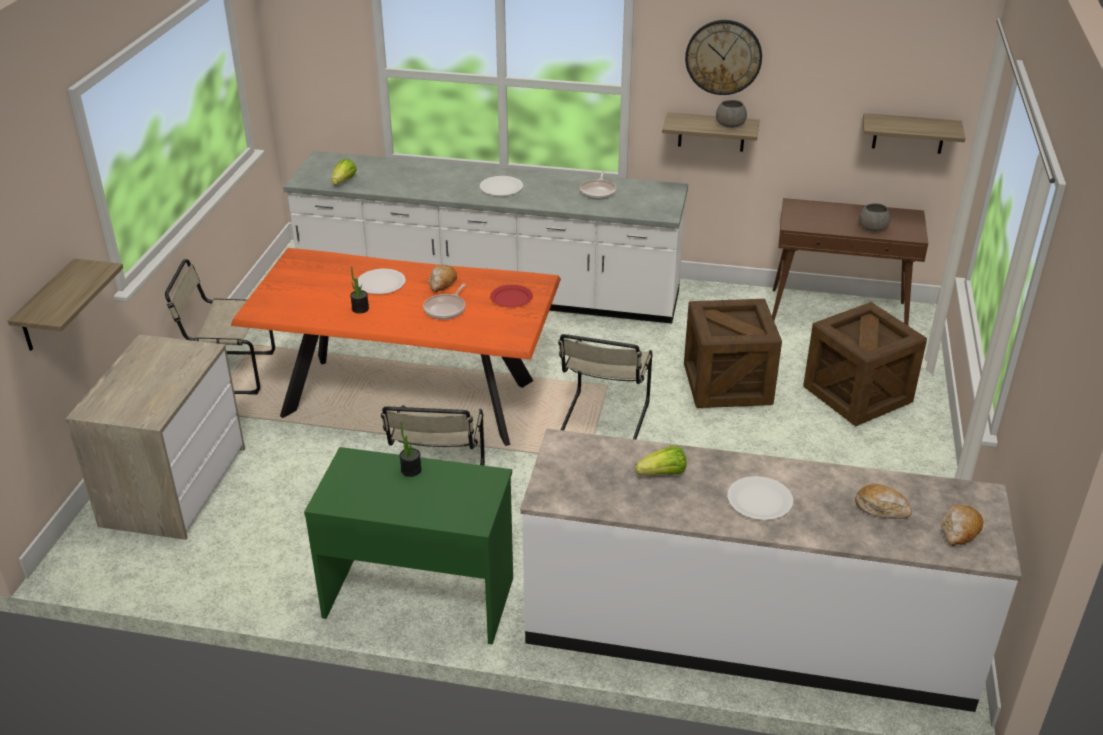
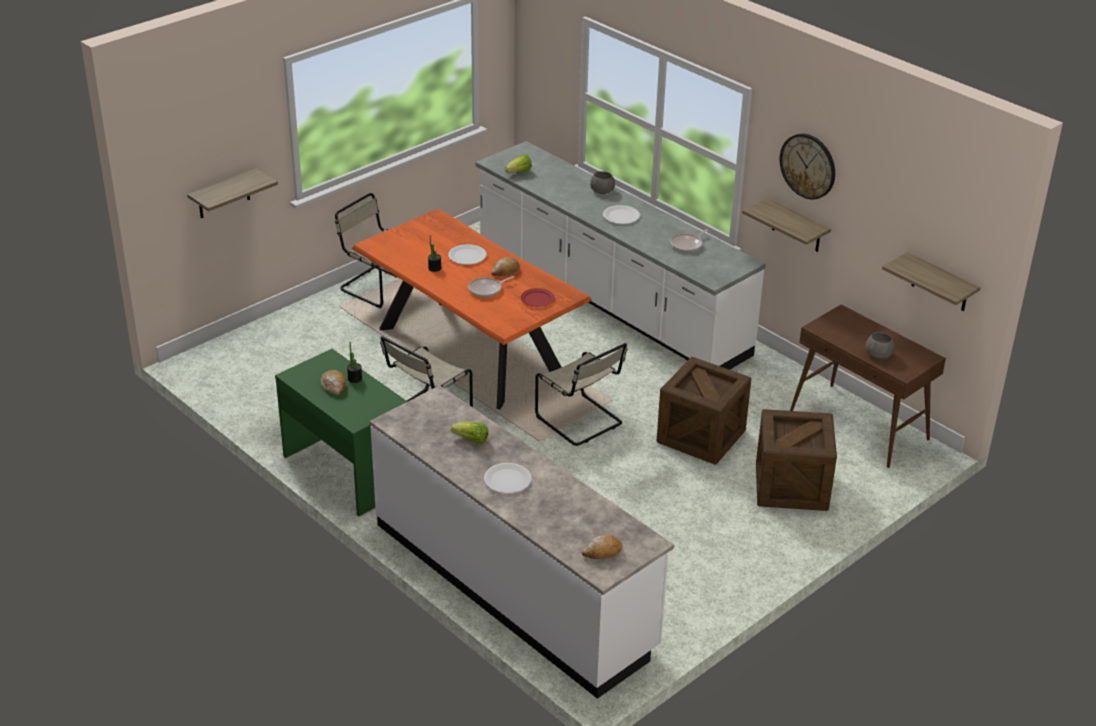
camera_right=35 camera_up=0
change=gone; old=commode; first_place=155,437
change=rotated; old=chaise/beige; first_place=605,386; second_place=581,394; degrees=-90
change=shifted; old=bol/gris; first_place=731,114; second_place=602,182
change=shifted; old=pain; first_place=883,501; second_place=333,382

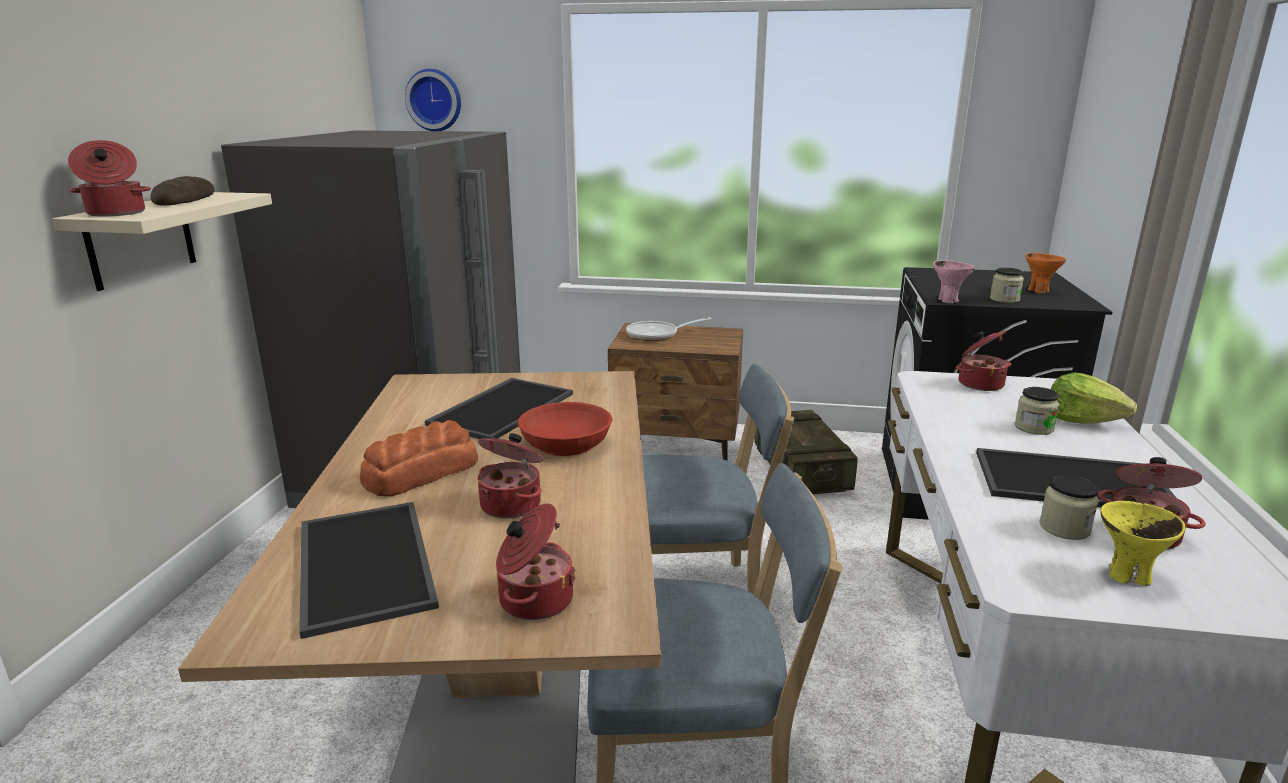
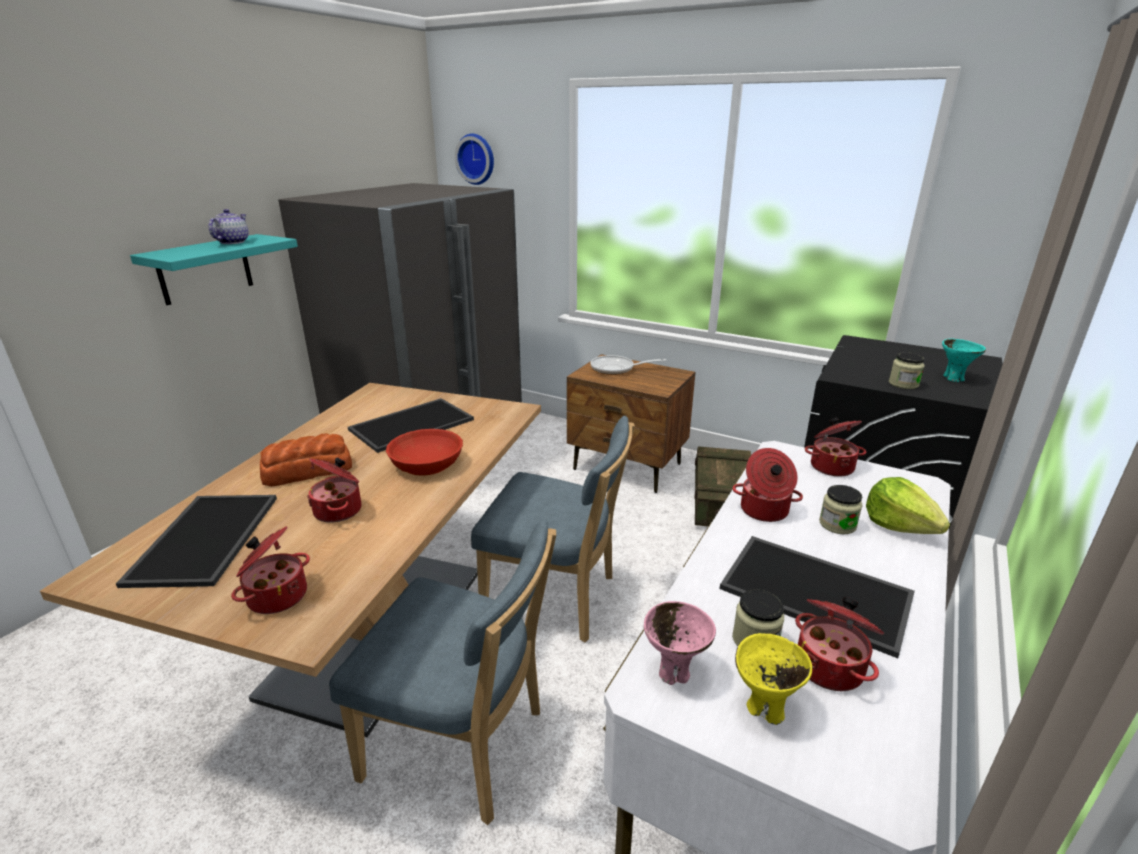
camera_right=20 camera_up=5
change=repainted; old=étagère/beige; new=étagère/turquoise; first_place=162,241; second_place=214,269
change=shifted; old=marmite; first_place=109,178; second_place=767,485
change=swapped; old=pain; new=théière; first_place=182,191; second_place=229,226
change=shifted; old=bol/rose; first_place=954,281; second_place=680,643
change=repainted; old=bol/orange; new=bol/turquoise; first_place=1045,273; second_place=964,360

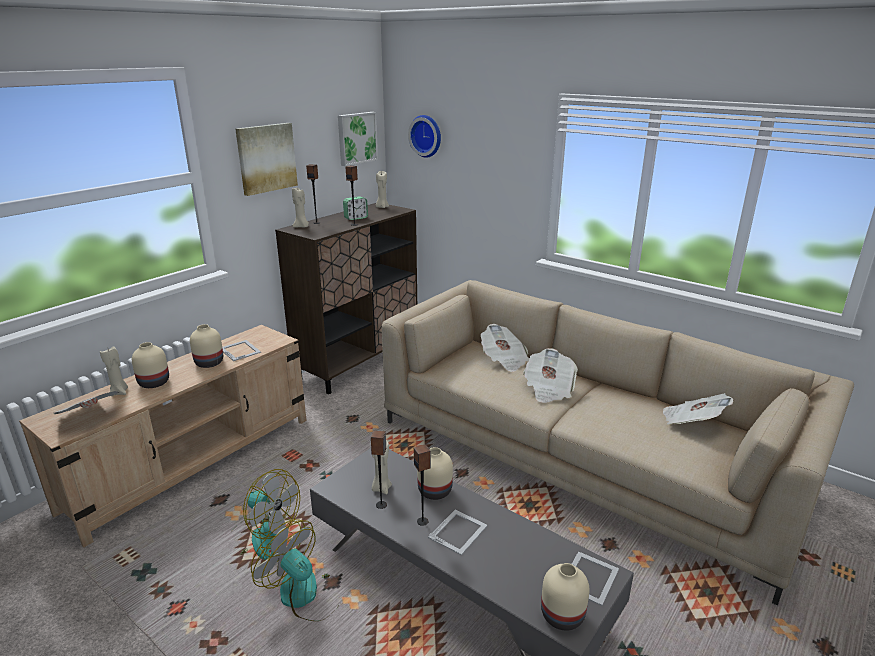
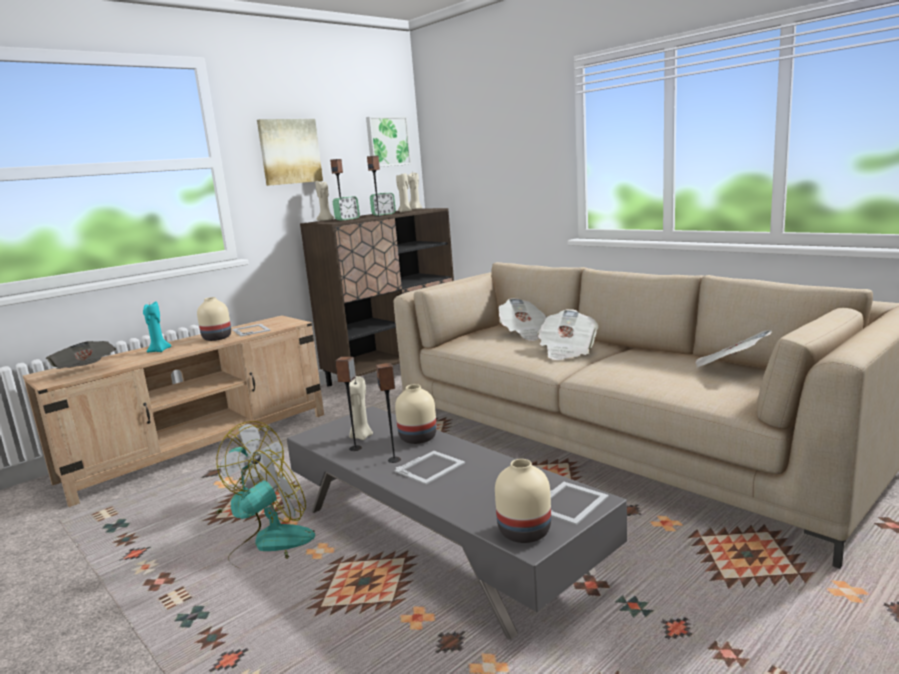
camera_right=10 camera_up=-10
change=shifted; old=bougie/beige; first_place=114,371; second_place=403,193
change=swapped; old=vase/beige; new=bougie/turquoise; first_place=150,365; second_place=157,327
change=rotated; old=ventilateur; first_place=295,570; second_place=271,510; degrees=90
change=gone; old=horloge murale; first_place=424,136
change=new; new=réveil; second_place=346,208

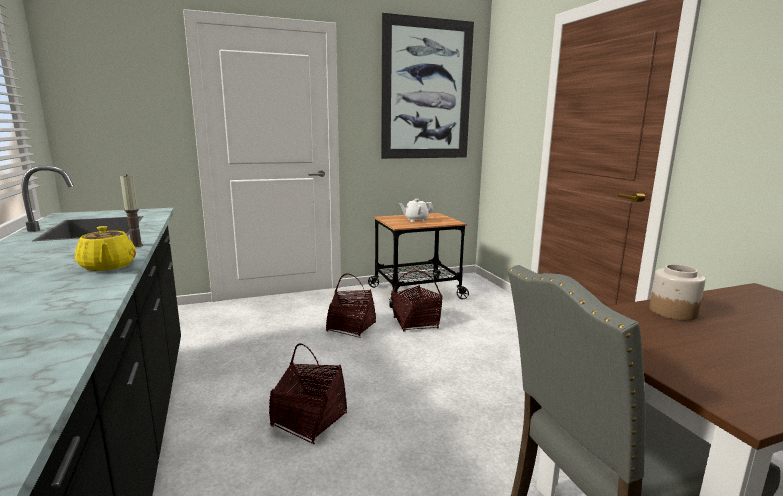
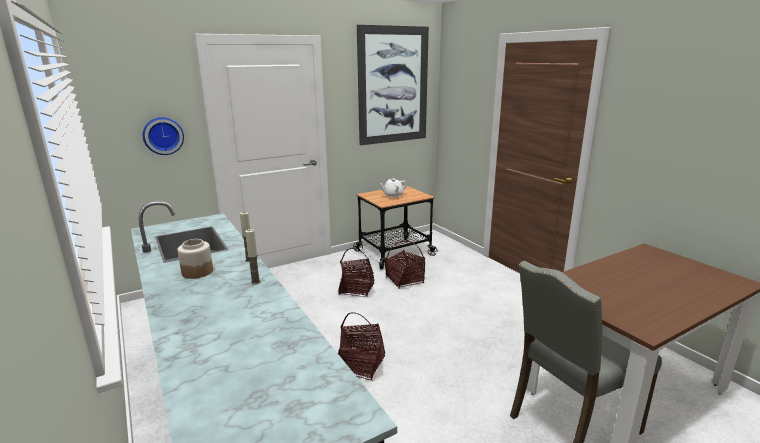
camera_right=-10 camera_up=5
change=swapped; old=théière/jaune; new=bougie; first_place=105,248; second_place=253,257
change=shifted; old=bocal; first_place=677,292; second_place=195,259
change=new; new=horloge murale; second_place=163,136

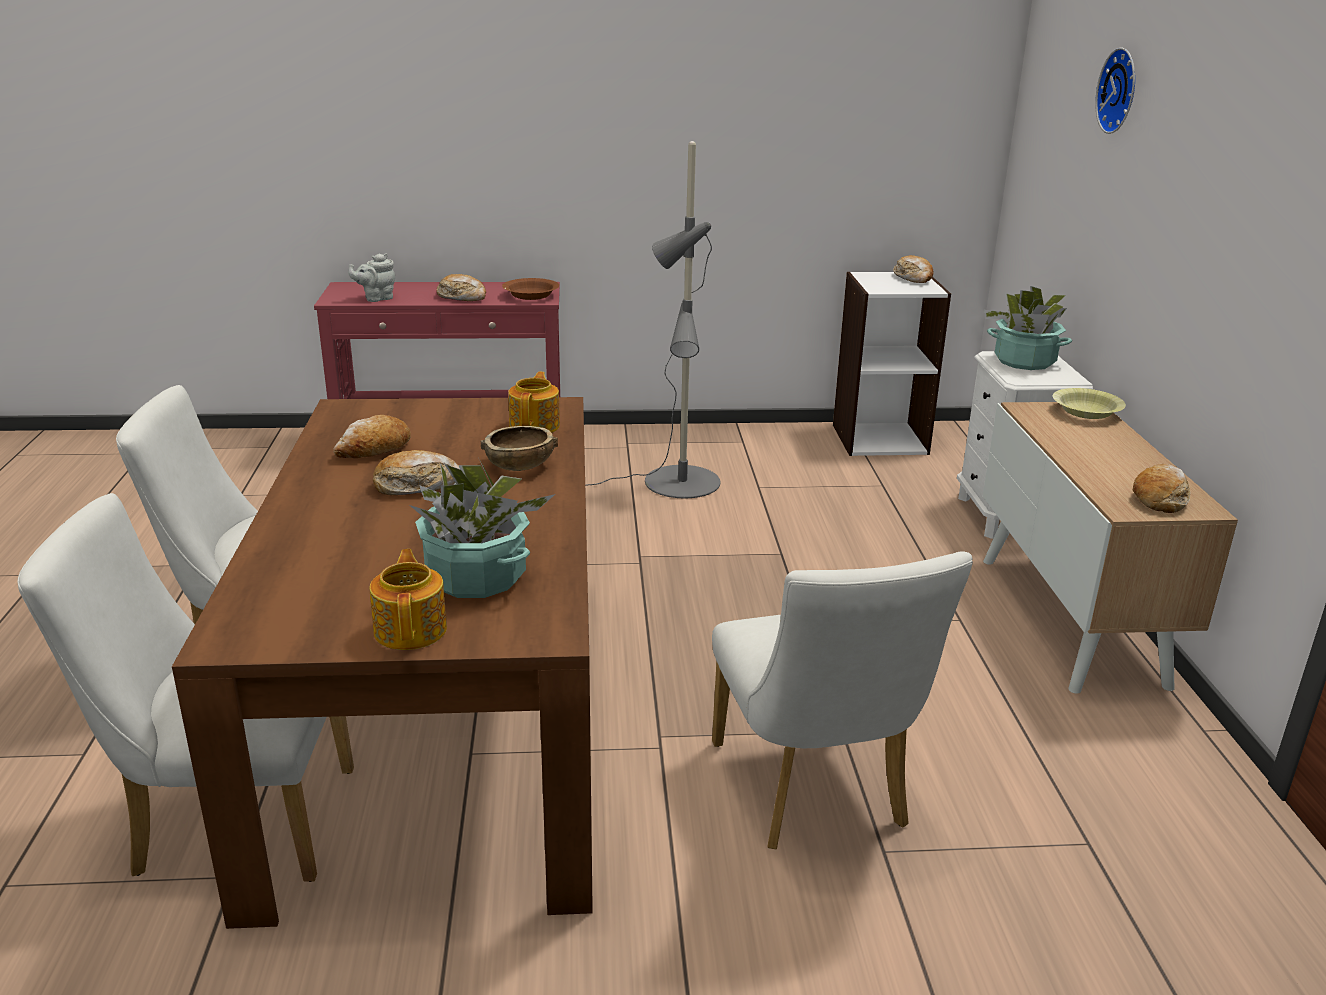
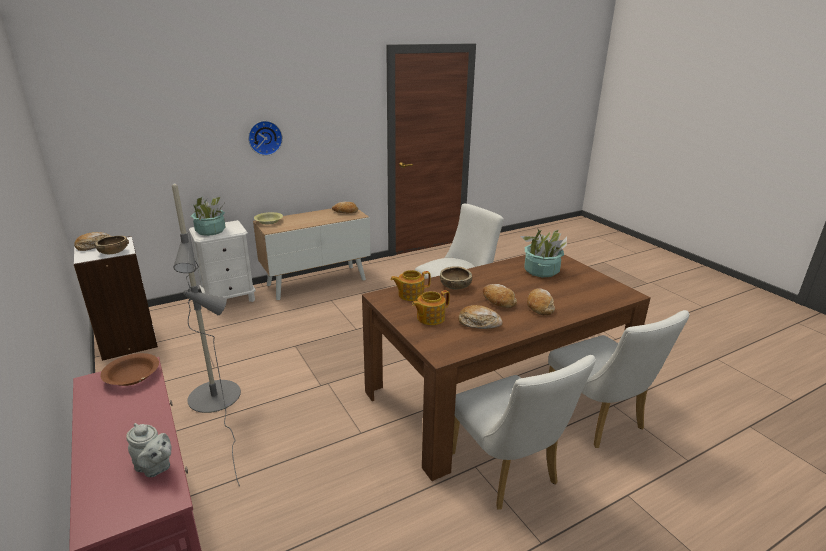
camera_right=-115 camera_up=0
change=shifted; old=théière; first_place=408,599; second_place=431,307
change=shifted; old=pain; first_place=461,287; second_place=541,301
change=shifted; old=horloge murale; first_place=1115,91; second_place=265,138
change=new; new=bol/marron; second_place=111,245

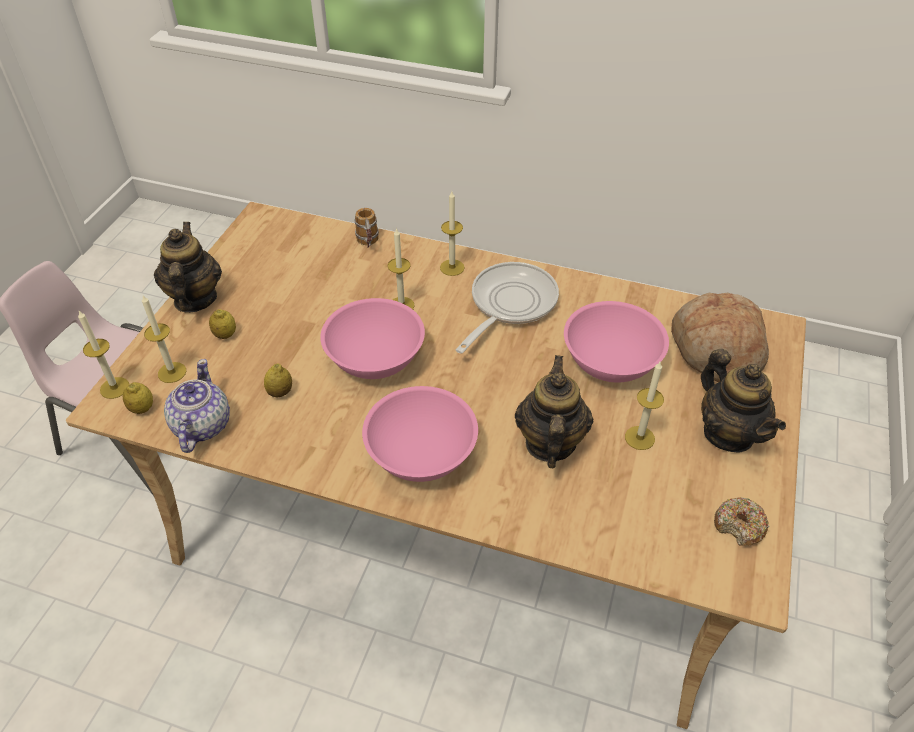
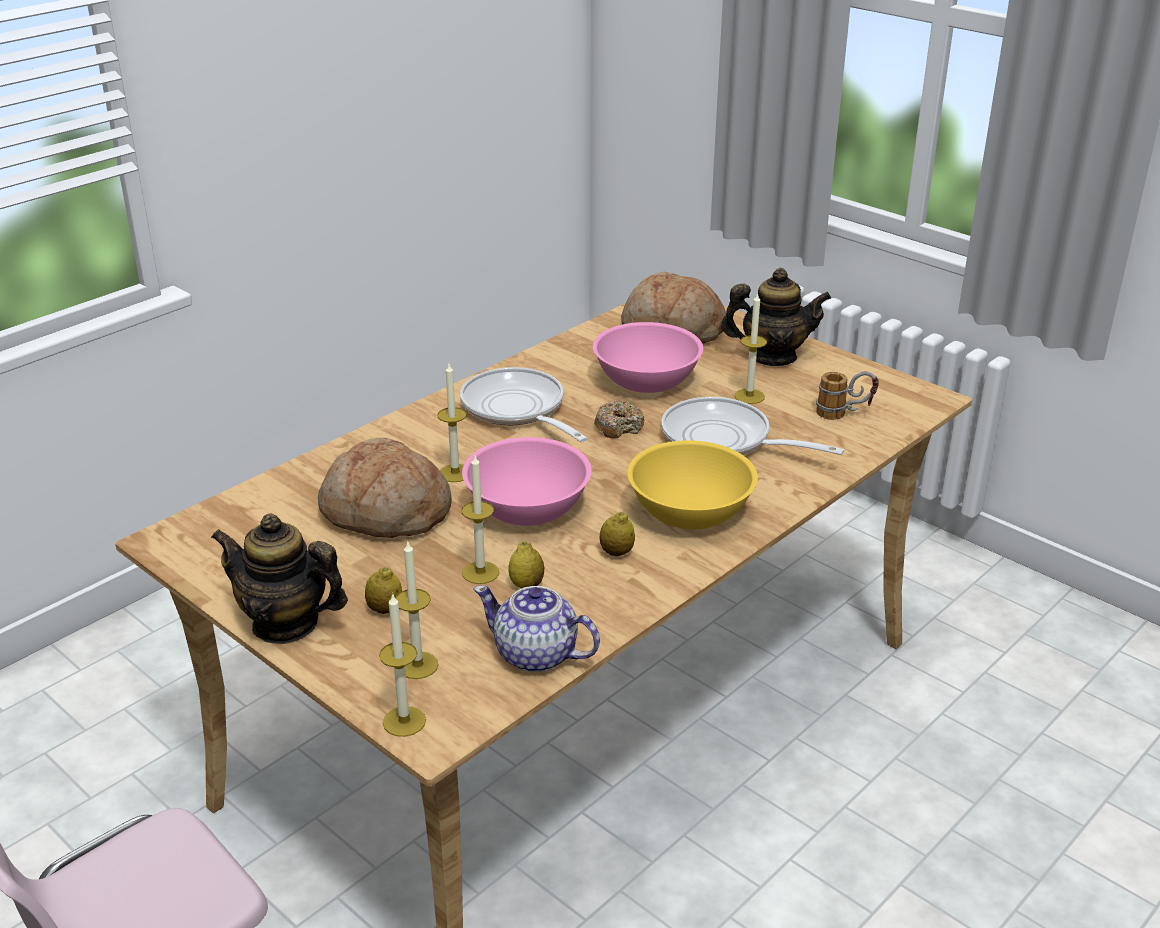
camera_right=-65 camera_up=-15
change=shifted; old=citron; first_place=138,398; second_place=617,534
change=shifted; old=mug; first_place=367,228; second_place=847,395
change=repainted; old=bol/rose; new=bol/jaune; first_place=420,434; second_place=693,484
change=shifted; old=bougie; first_place=452,233; second_place=480,519
change=swapped; old=théière; new=poêle; first_place=554,411; second_place=753,426
change=shifted; old=beignet; first_place=742,521; second_place=619,419
change=new; new=pain; second_place=385,488

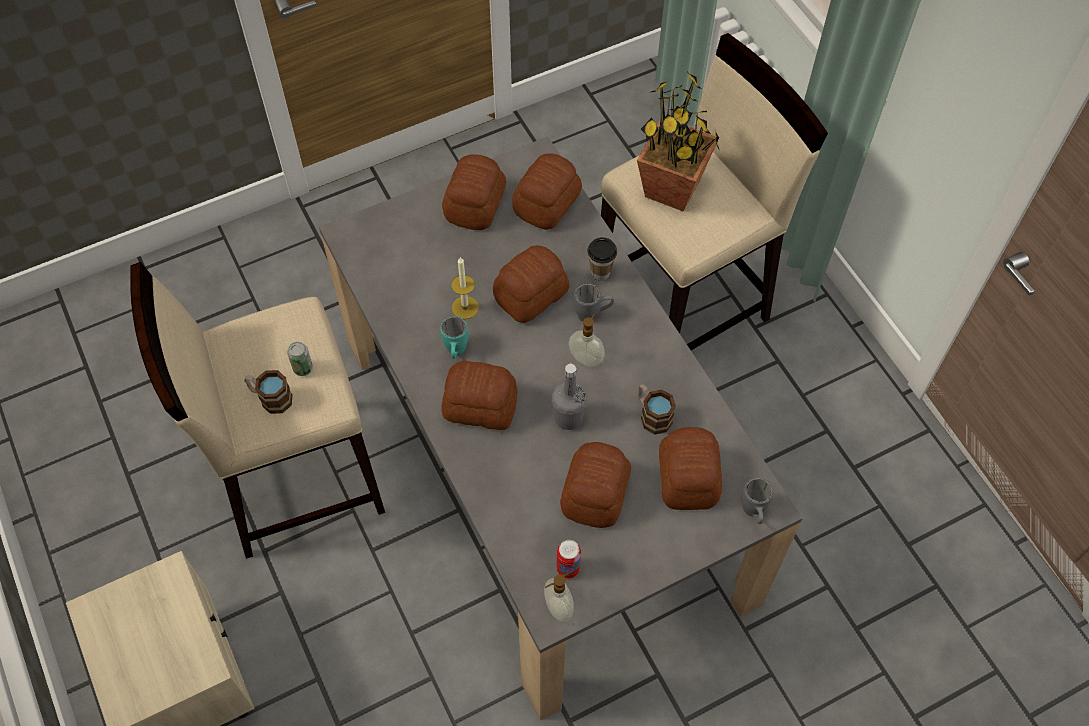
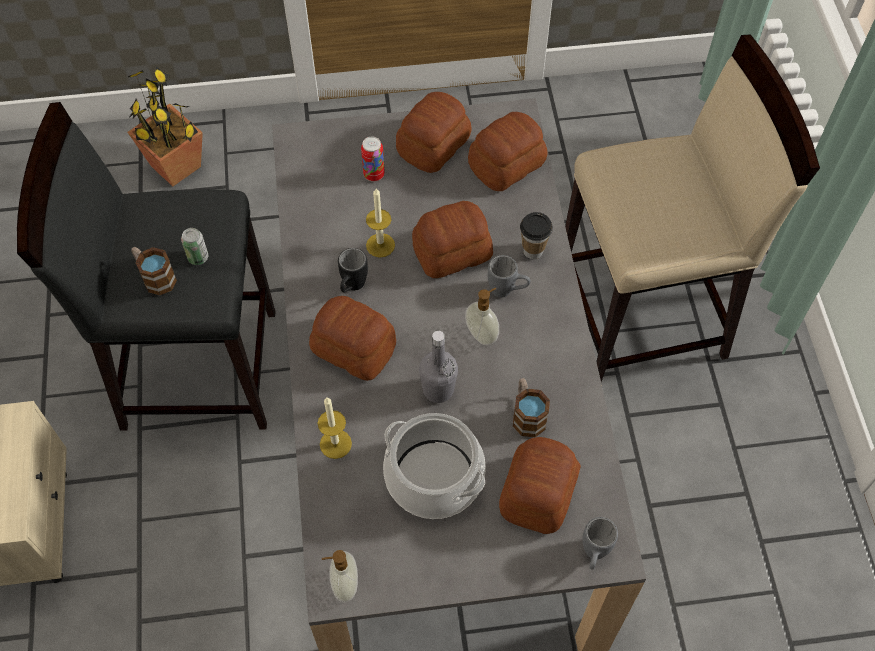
camera_right=20 camera_up=0
change=repainted; old=tabouret/beige; new=tabouret/noir; first_place=257,410; second_place=146,266
change=repainted; old=mug/turquoise; new=mug/noir; first_place=454,337; second_place=353,270
change=shifted; old=boîte métallique; first_place=568,559; second_place=373,159
change=swapped; old=pain; new=marmite; first_place=595,485; second_place=434,466
change=shifted; old=plante en pot; first_place=678,141; second_place=165,126
change=new; new=bougie; second_place=335,428

